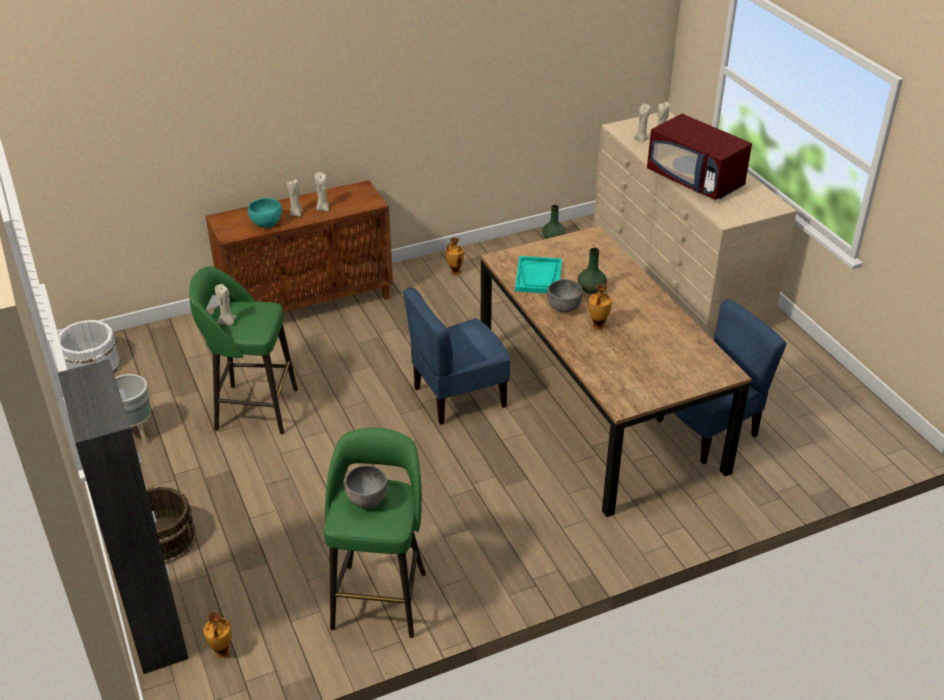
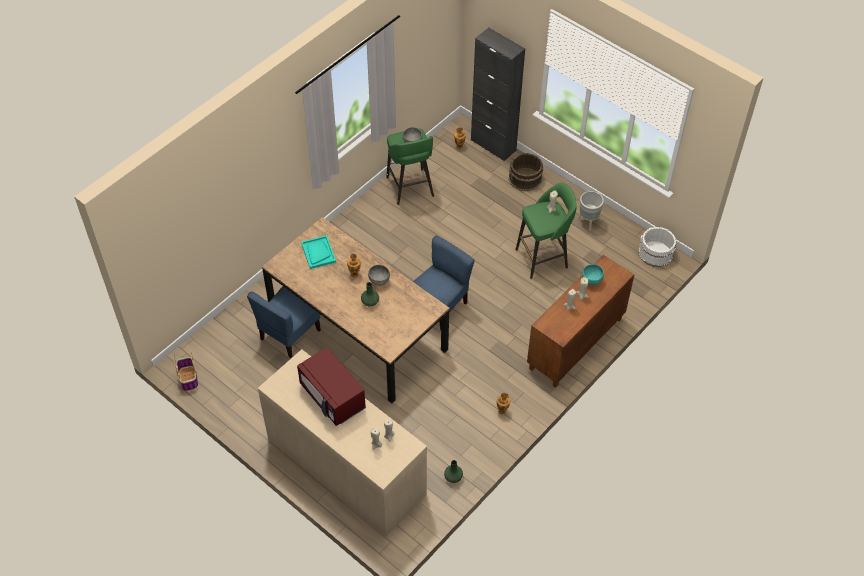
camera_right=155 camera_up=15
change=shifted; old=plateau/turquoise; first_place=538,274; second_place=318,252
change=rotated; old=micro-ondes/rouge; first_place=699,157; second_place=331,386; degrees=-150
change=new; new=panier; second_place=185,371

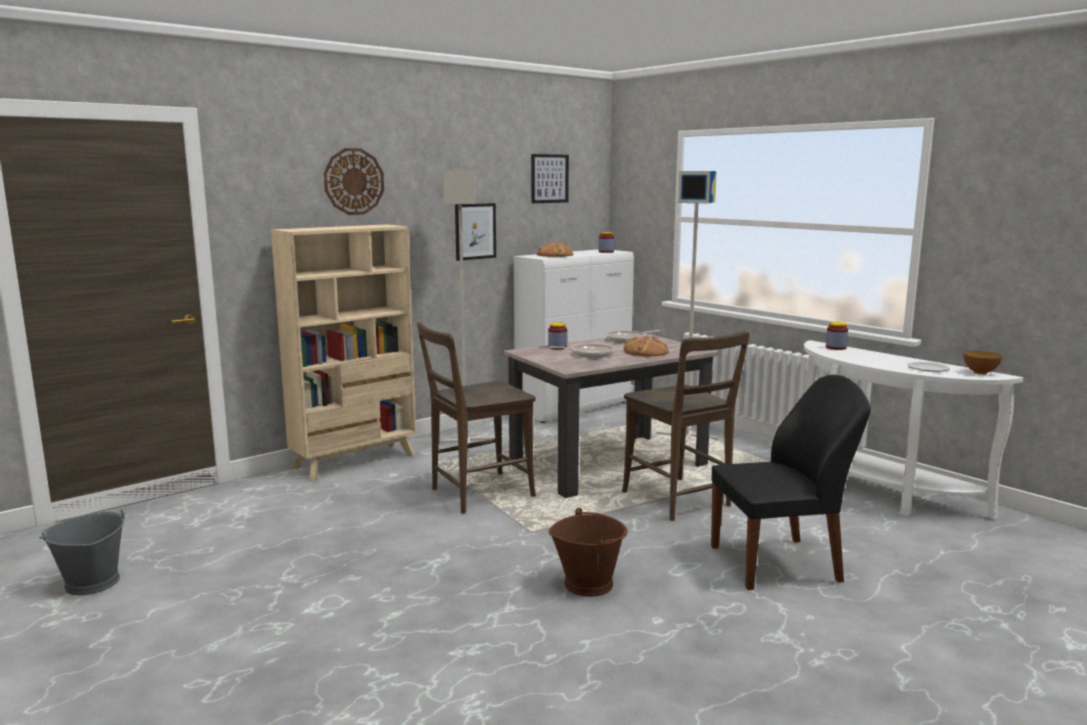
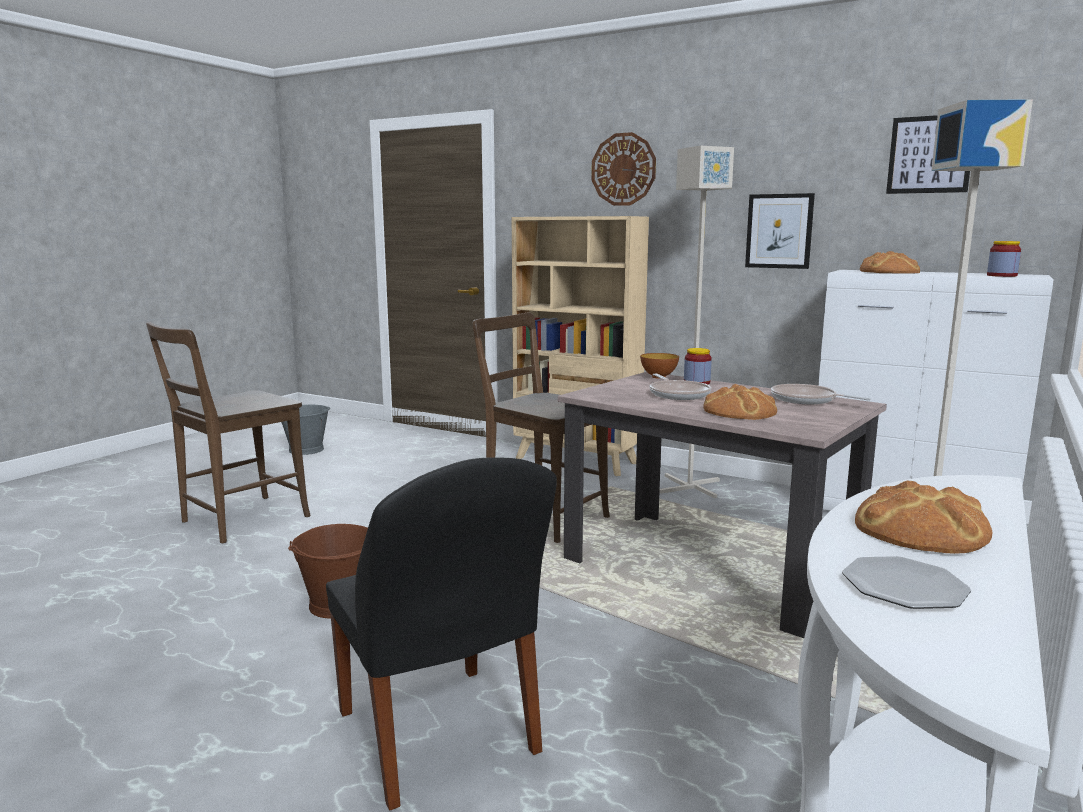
camera_right=70 camera_up=0
change=shifted; old=chaise/marron; first_place=686,426; second_place=228,432
change=gone; old=bocal; first_place=837,336
change=shifted; old=bol; first_place=982,363; second_place=659,366
change=new; new=pain; second_place=923,516

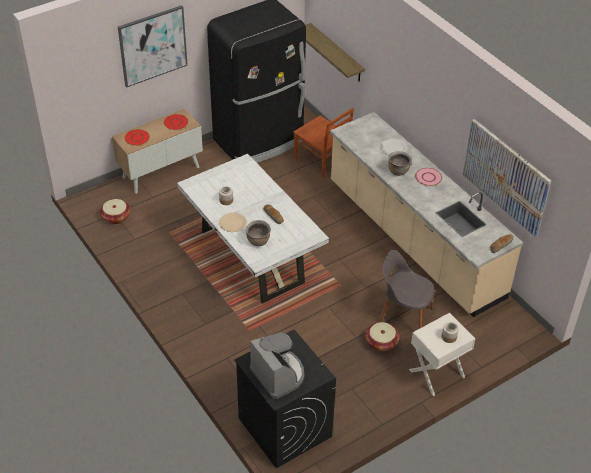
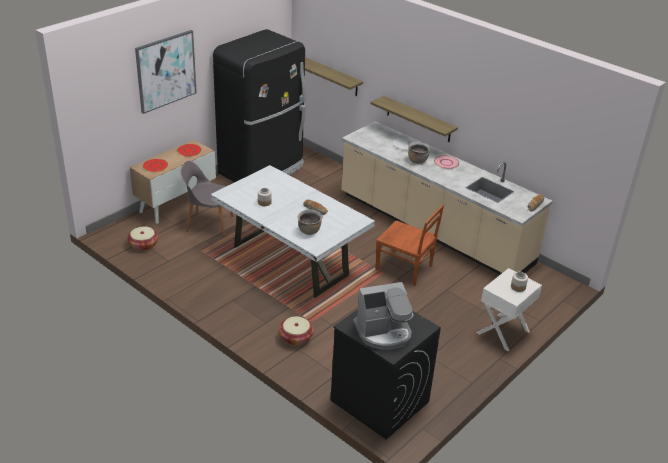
camera_right=-15 camera_up=-10
change=gone; old=assiette/beige; first_place=233,222
change=rotated; old=machine à café; first_place=277,365; second_place=383,315; degrees=120
change=shifted; old=chaise/marron; first_place=323,143; second_place=409,245
change=shifted; old=panier; first_place=382,337; second_place=296,331
change=shifted; old=chaise/gris; first_place=406,289; second_place=207,198
change=gone; old=tableau; first_place=506,178
change=new; new=étagère; second_place=414,119

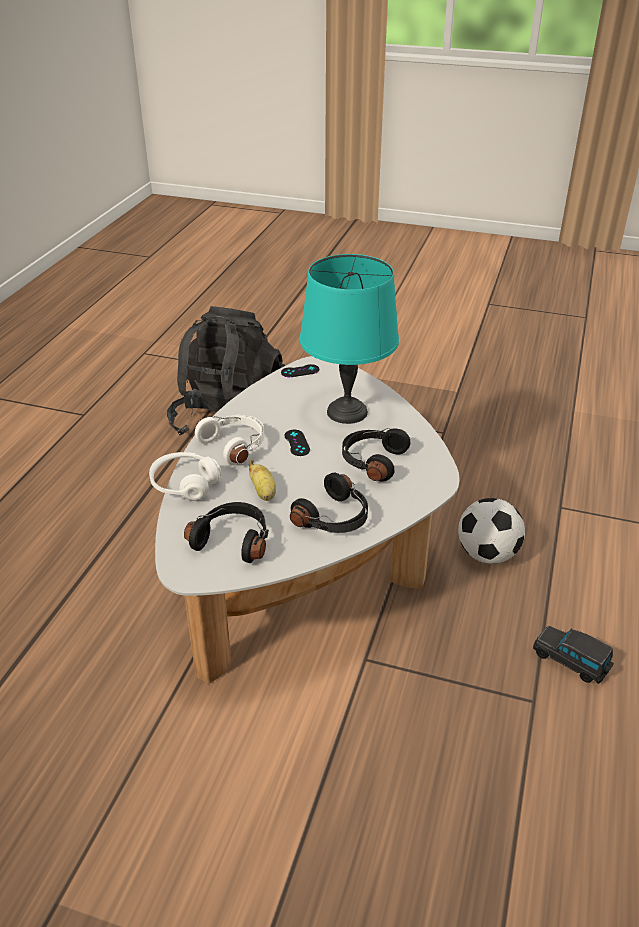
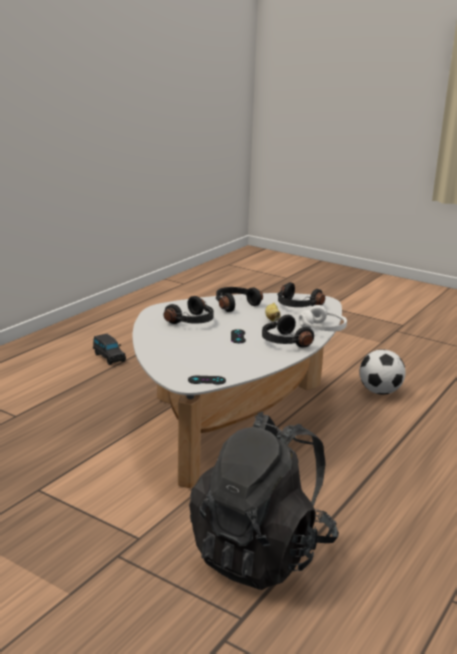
camera_right=-165 camera_up=-15
change=repainted; old=casque audio/blanc; new=casque audio/noir; first_place=229,440; second_place=288,331
change=gone; old=lampe de table/turquoise; first_place=349,339
change=shifted; old=ballon de foot; first_place=491,531; second_place=382,372

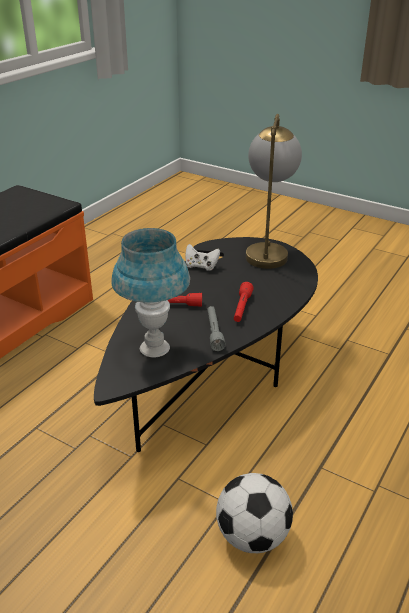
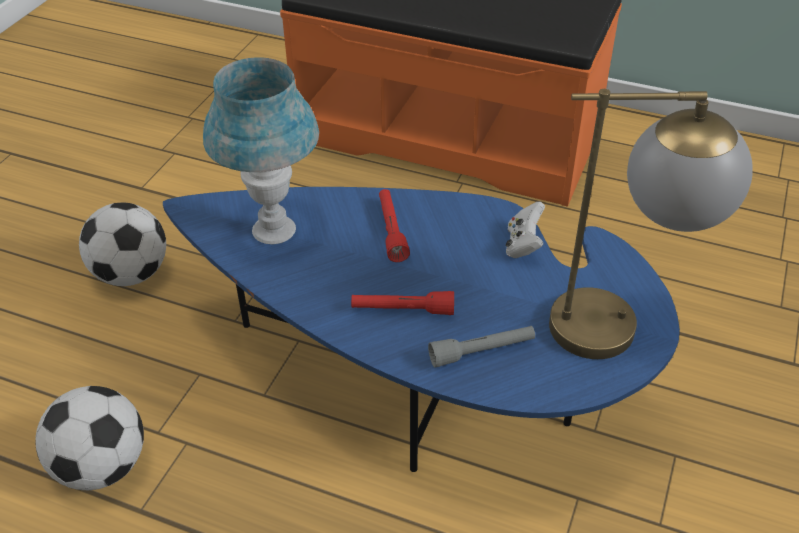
camera_right=80 camera_up=10
change=repainted; old=table basse/noir; new=table basse/bleu; first_place=206,344; second_place=421,329
change=shifted; old=lampe de poche/gris; first_place=216,328; second_place=481,346
change=new; new=ballon de foot; second_place=122,244

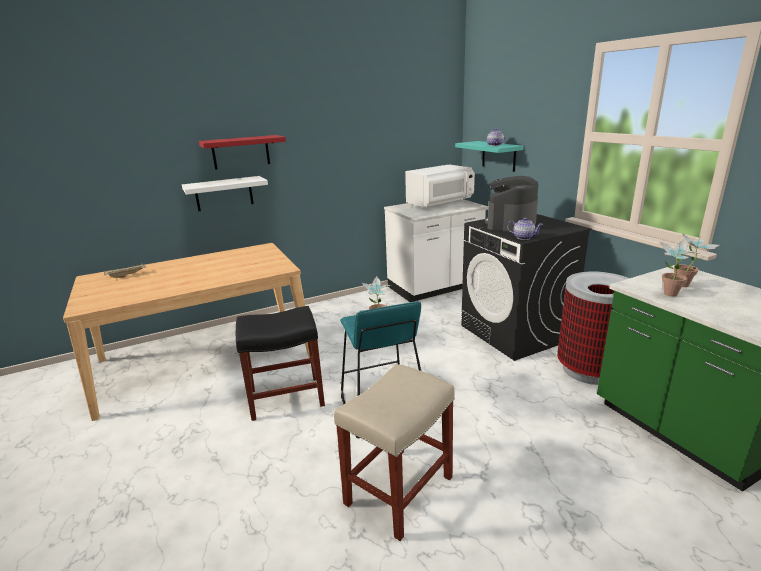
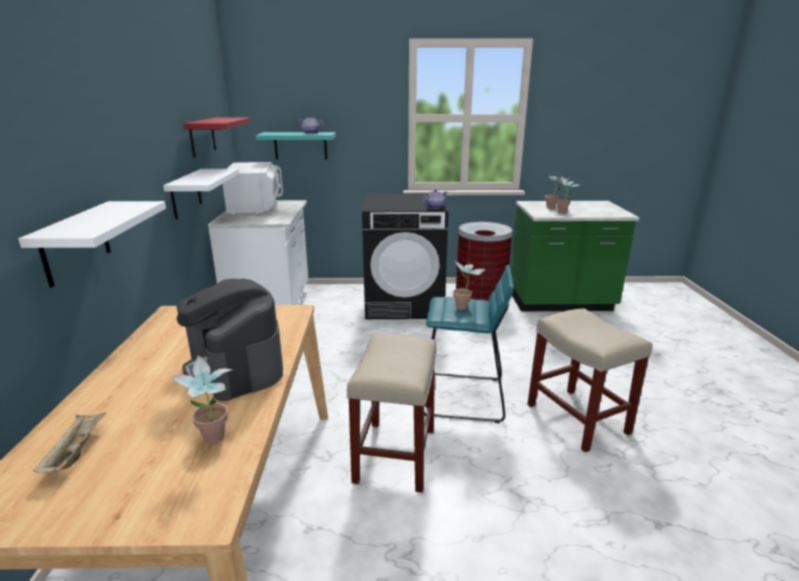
camera_right=-65 camera_up=0
change=shifted; old=étagère/rouge; first_place=242,152; second_place=216,137
change=repainted; old=tabouret/noir; new=tabouret/beige; first_place=280,363; second_place=392,413
change=shifted; old=machine à café; first_place=512,204; second_place=230,339
change=new; new=étagère/blanc; second_place=201,194
change=new; new=plante en pot; second_place=201,399

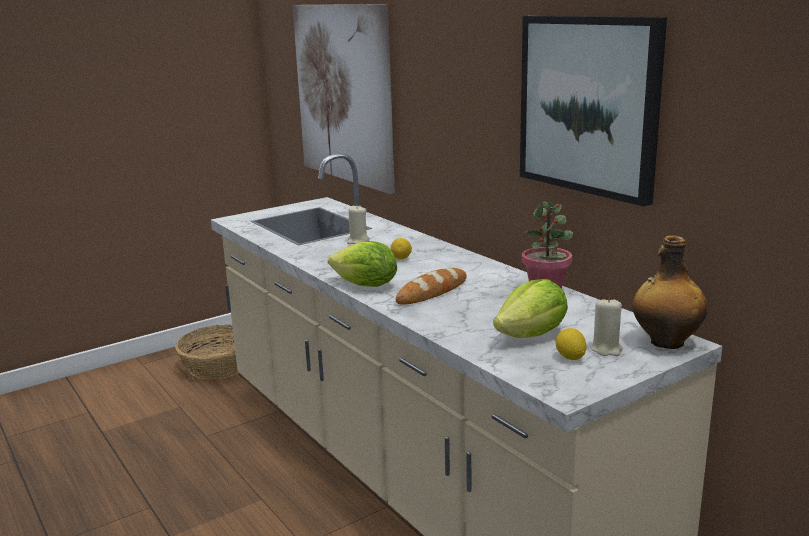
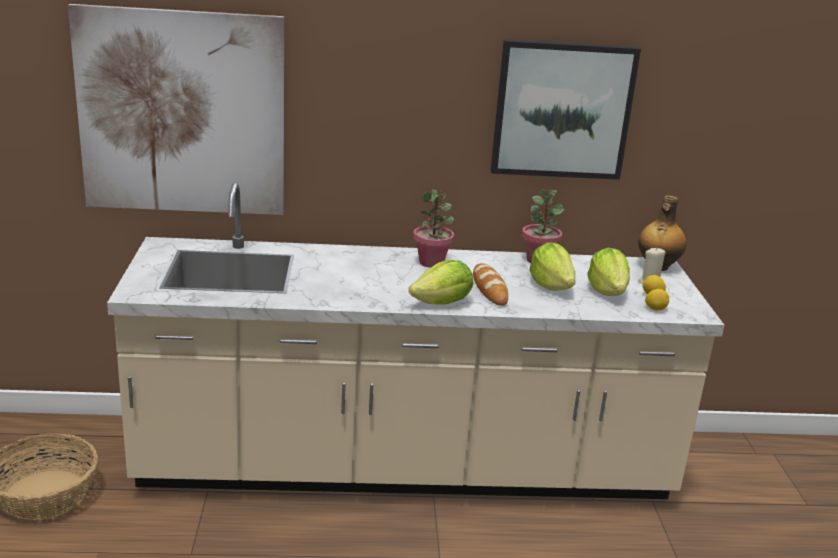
camera_right=-60 camera_up=5
change=gone; old=bougie/beige; first_place=358,224
change=shifted; old=citron; first_place=401,248; second_place=657,299
change=new; new=plante en pot; second_place=433,228
change=new; new=laitue; second_place=552,266

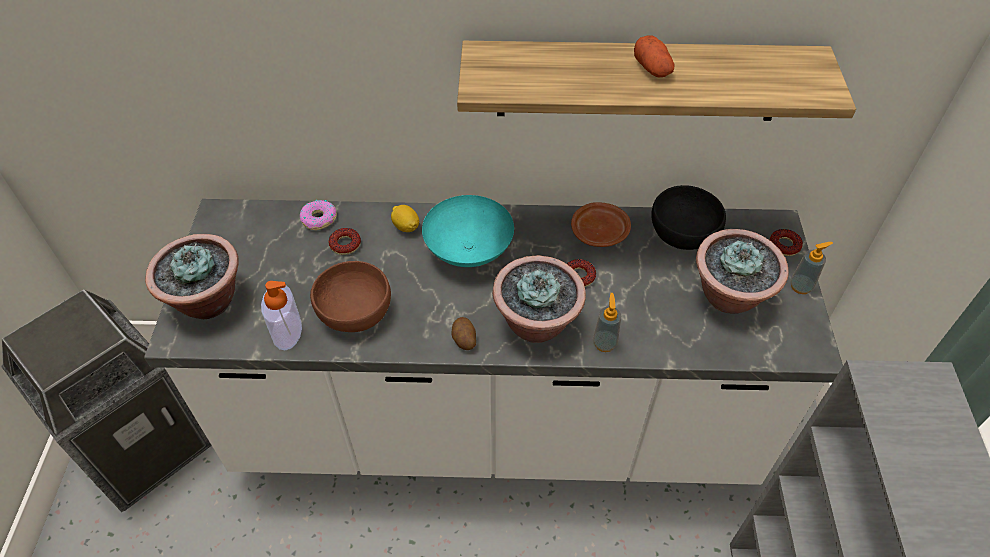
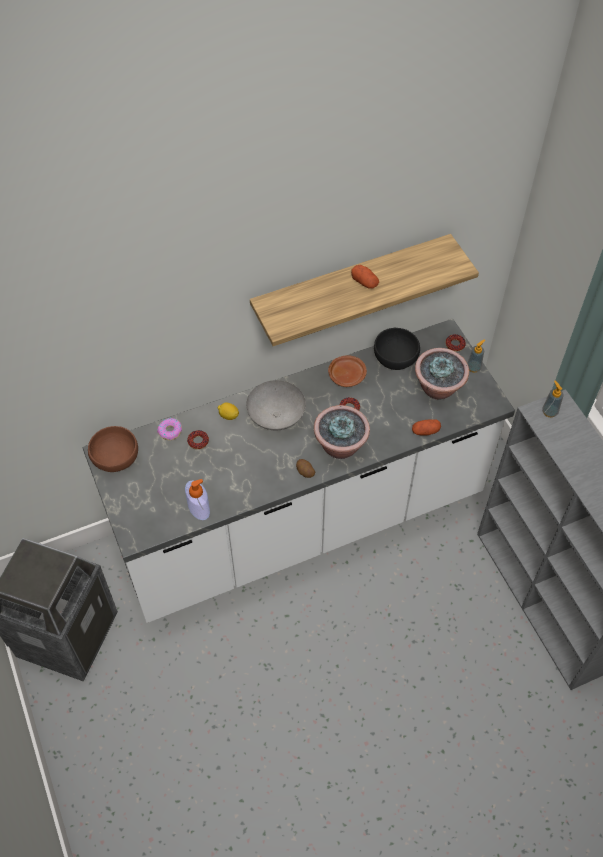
camera_right=-25 camera_up=5
change=gone; old=plante en pot; first_place=192,276
change=shifted; old=bol/marron; first_place=350,296; second_place=113,449
change=repainted; old=bol/turquoise; new=bol/gris; first_place=468,231; second_place=276,405
change=shifted; old=distributeur de savon; first_place=607,322; second_place=553,398
change=new; new=pomme de terre; second_place=426,427

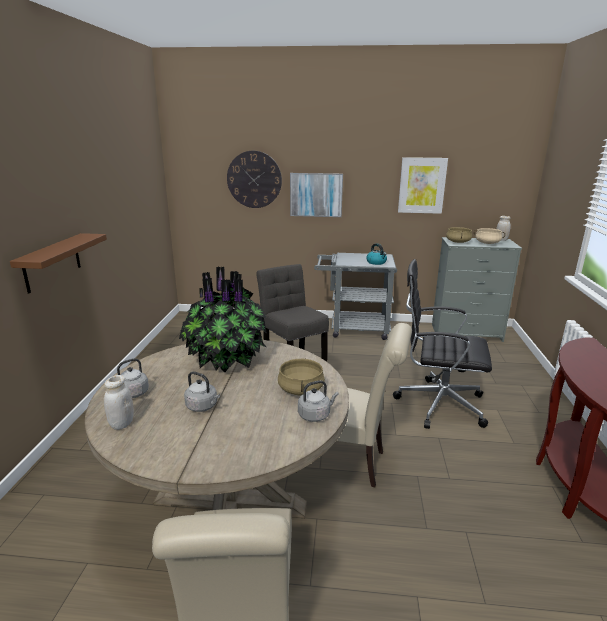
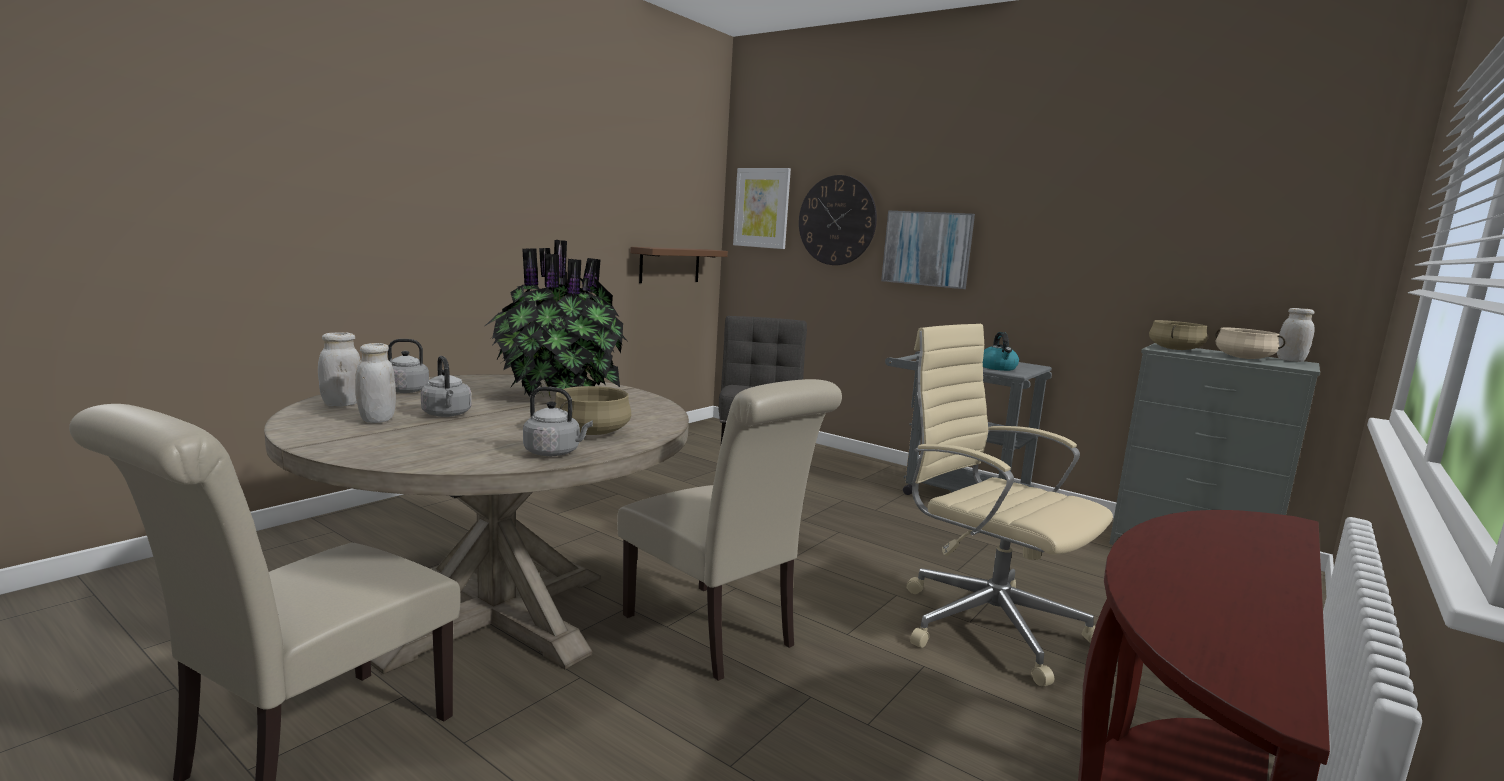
camera_right=30 camera_up=-10
change=shifted; old=étagère/marron; first_place=58,263; second_place=679,265
change=repainted; old=chaise de bureau/noir; new=chaise de bureau/beige; first_place=442,344; second_place=1009,505
change=shifted; old=tableau; first_place=423,185; second_place=762,208
change=new; new=bocal/blanc; second_place=375,383

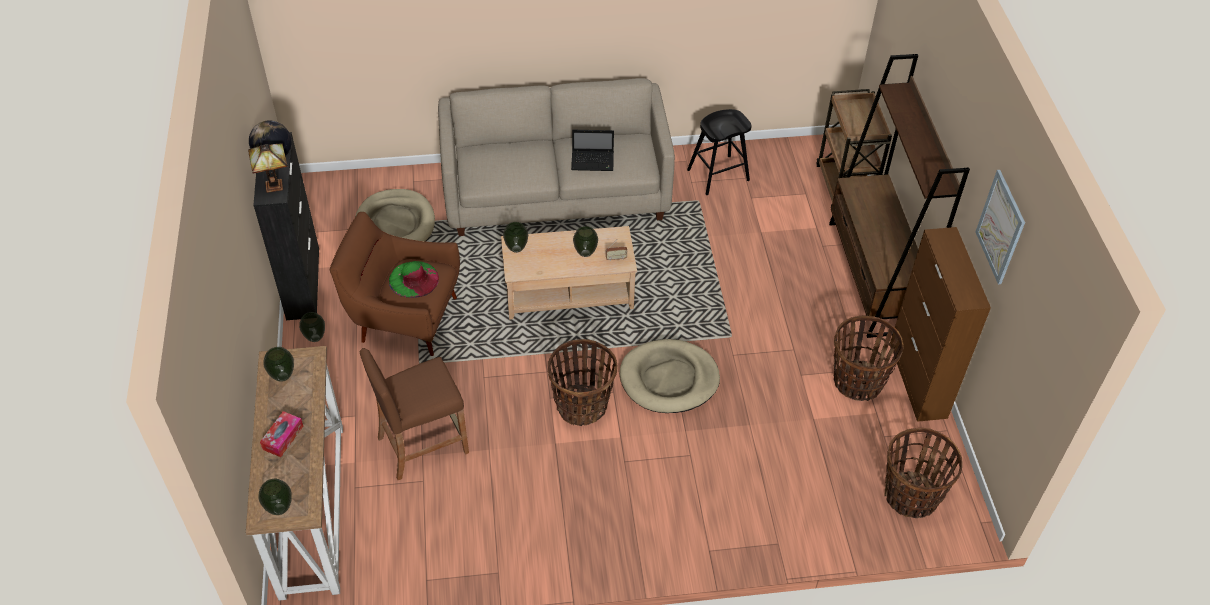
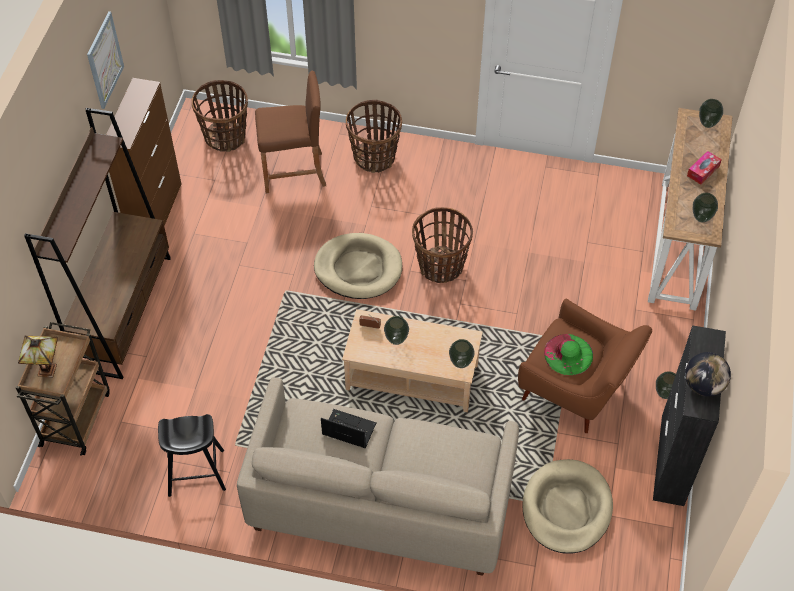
camera_right=-160 camera_up=5
change=shifted; old=lampe de table; first_place=268,168; second_place=38,356
change=shifted; old=tabouret/marron; first_place=414,414; second_place=290,132
change=shifted; old=panier; first_place=868,358; second_place=374,136

